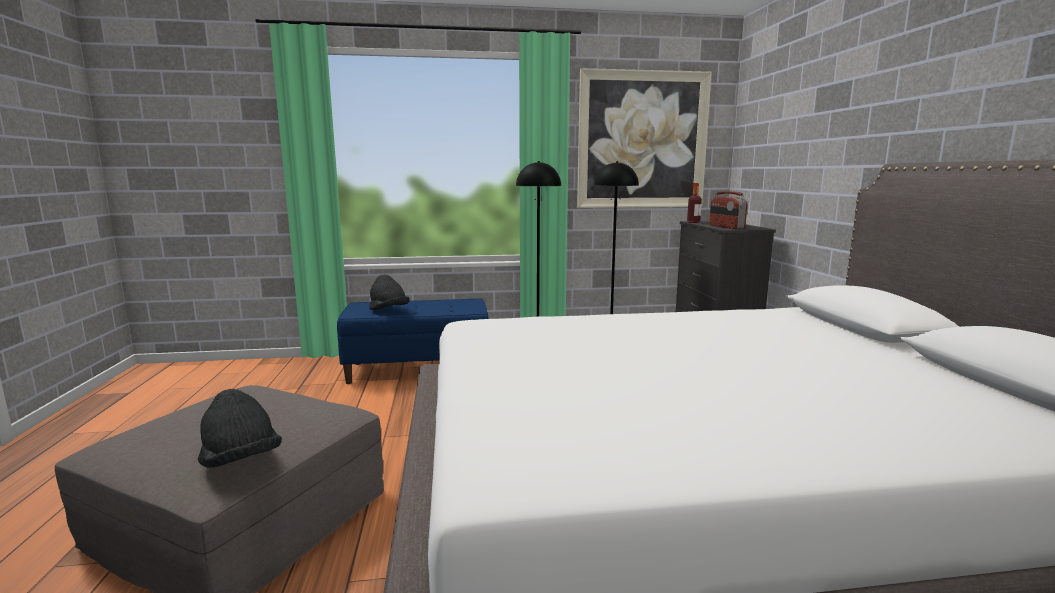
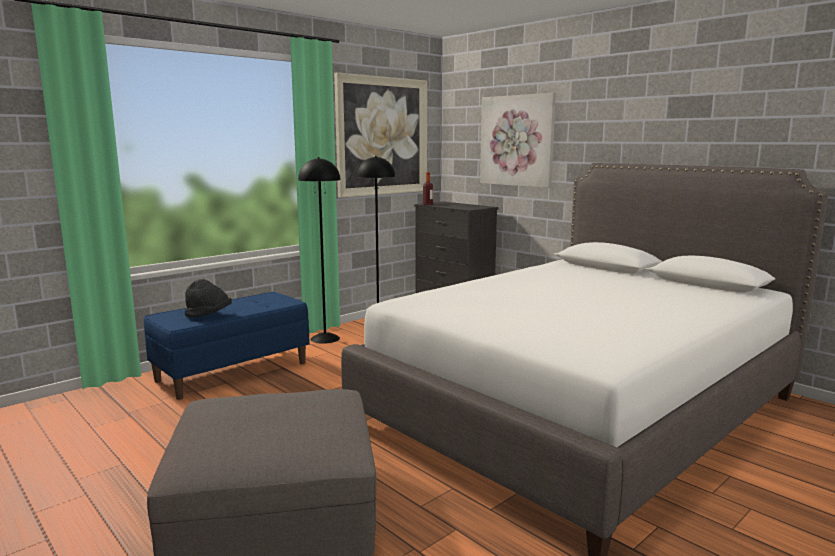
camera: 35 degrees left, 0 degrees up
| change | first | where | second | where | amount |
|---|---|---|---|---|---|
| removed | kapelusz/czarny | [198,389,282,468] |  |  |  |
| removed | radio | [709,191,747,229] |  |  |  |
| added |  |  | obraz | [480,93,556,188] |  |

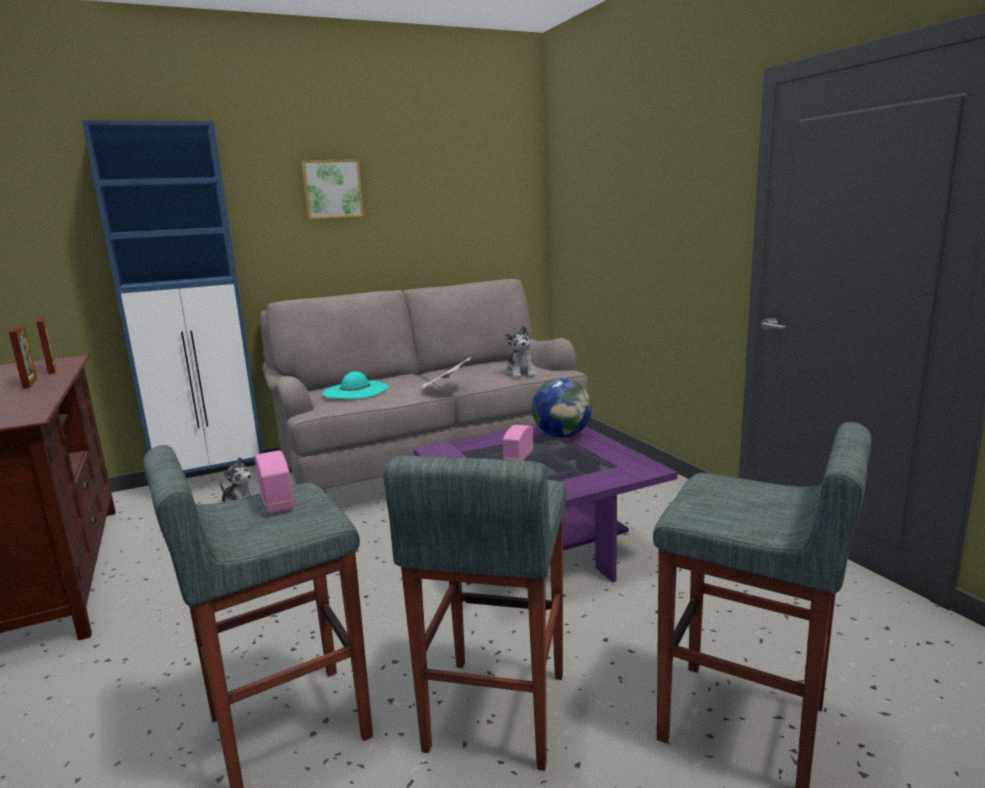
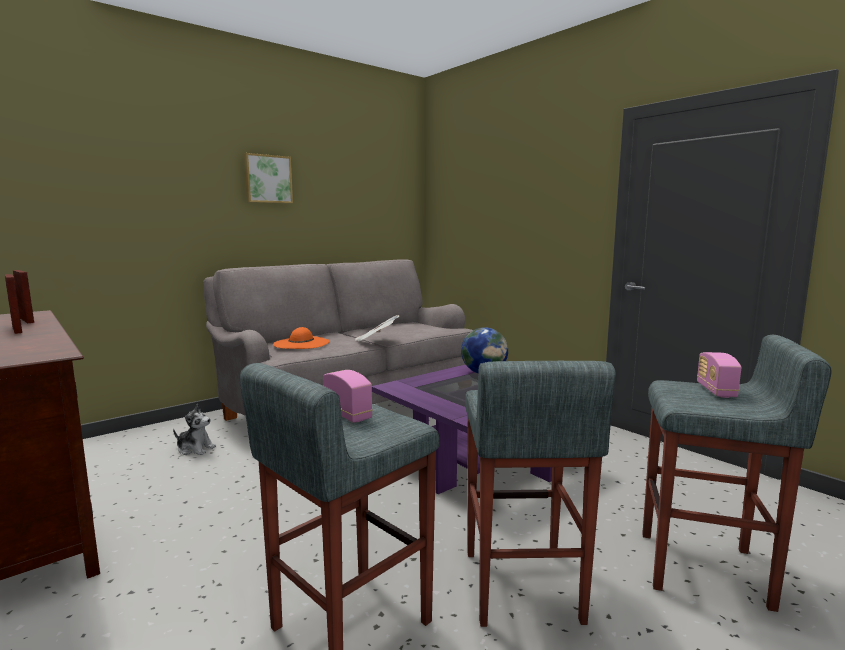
camera: 15 degrees left, 5 degrees down
| change | first | where | second | where | amount |
|---|---|---|---|---|---|
| removed | szafka/niebieski | [82,120,263,474] |  |  |  |
| removed | pluszak | [505,326,536,378] |  |  |  |
| moved | radio | [503,425,534,461] |  | [697,352,741,398] |  |
| recoloured | kapelusz/turkusowy | [322,371,389,399] | kapelusz/pomarańczowy | [273,327,330,349] |  |

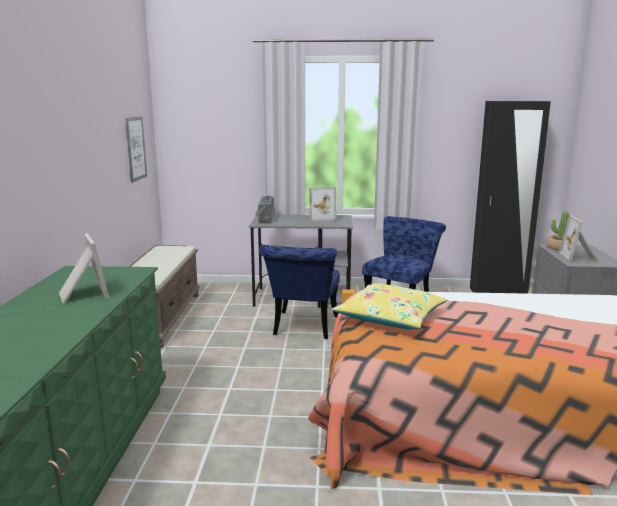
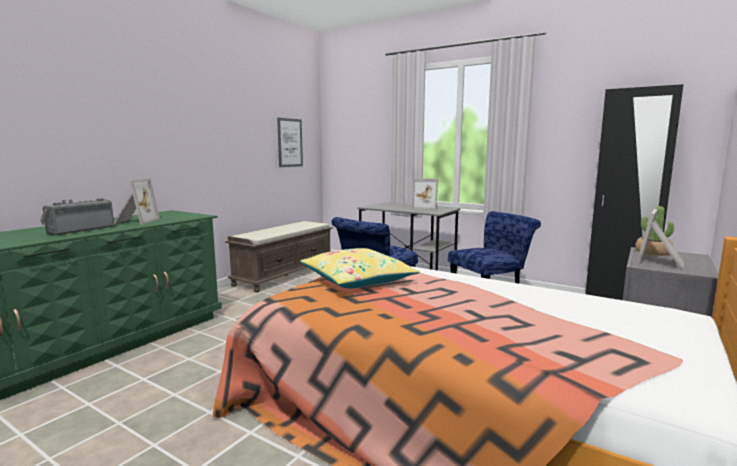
camera: 30 degrees right, 5 degrees down
| change | first | where | second | where | amount |
|---|---|---|---|---|---|
| moved | radio | [255,195,274,223] |  | [40,198,114,236] |  |

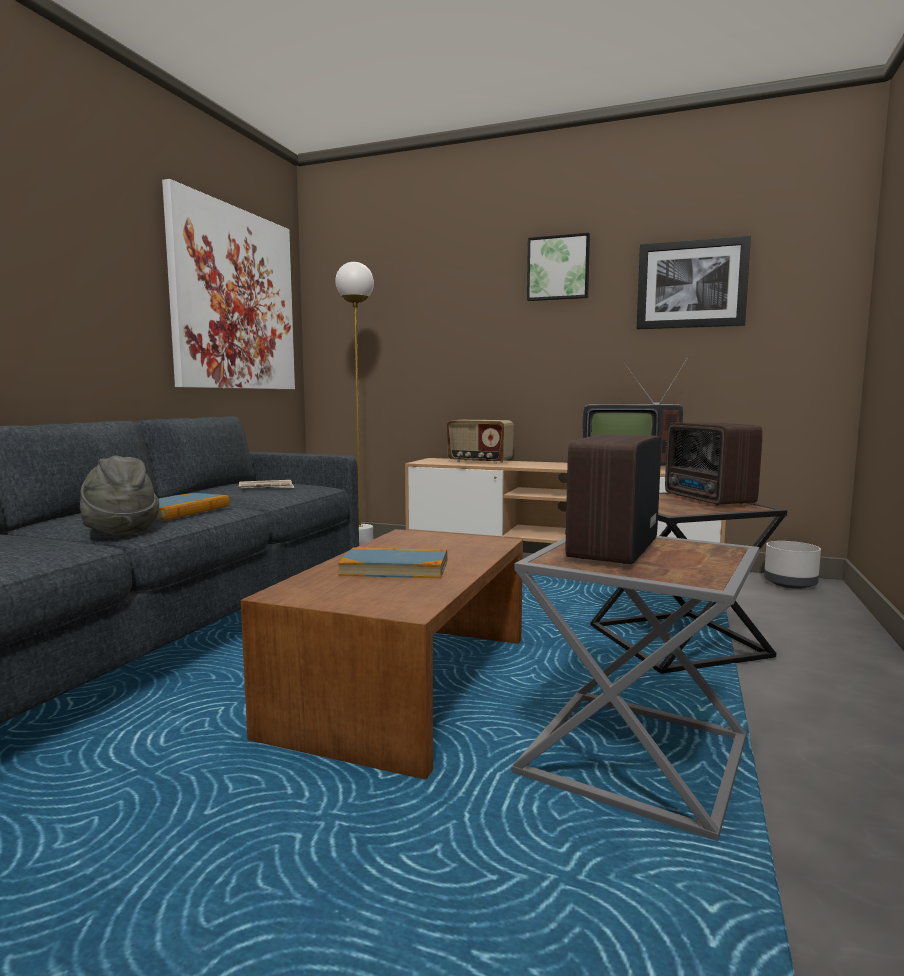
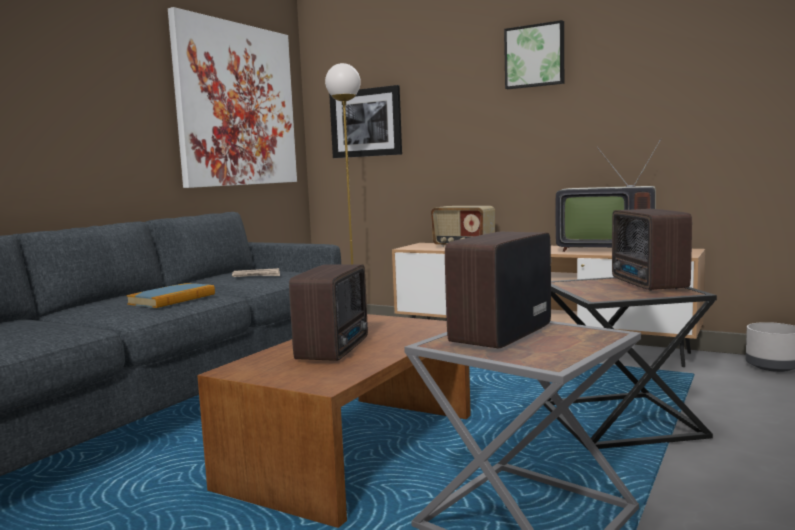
camera: 10 degrees right, 0 degrees up
| change | first | where | second | where | amount |
|---|---|---|---|---|---|
| removed | kapelusz/szary | [80,456,159,535] |  |  |  |
| moved | obraz | [637,236,751,329] |  | [329,85,402,158] |  |
| replaced | książka | [338,547,447,578] | radio | [289,264,368,361] |  |

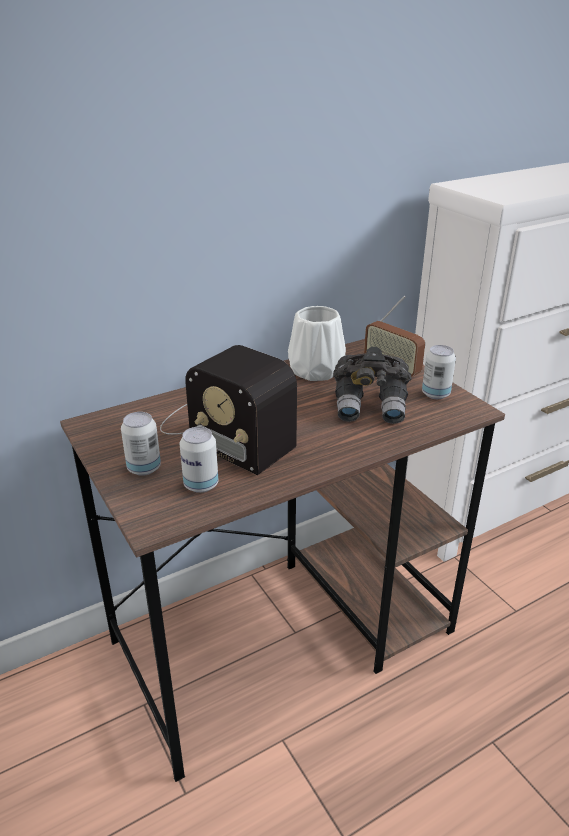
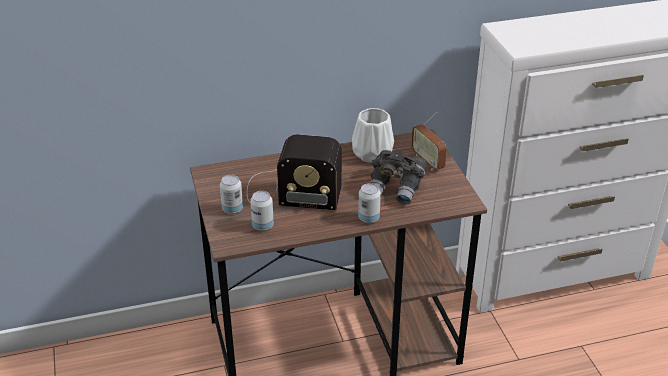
camera: 15 degrees right, 5 degrees up
| change | first | where | second | where | amount |
|---|---|---|---|---|---|
| moved | puszka | [422,345,456,399] |  | [358,183,381,223] |  |
| turned | radio | [160,345,297,475] |  | [247,135,342,210] | 45 degrees counterclockwise |

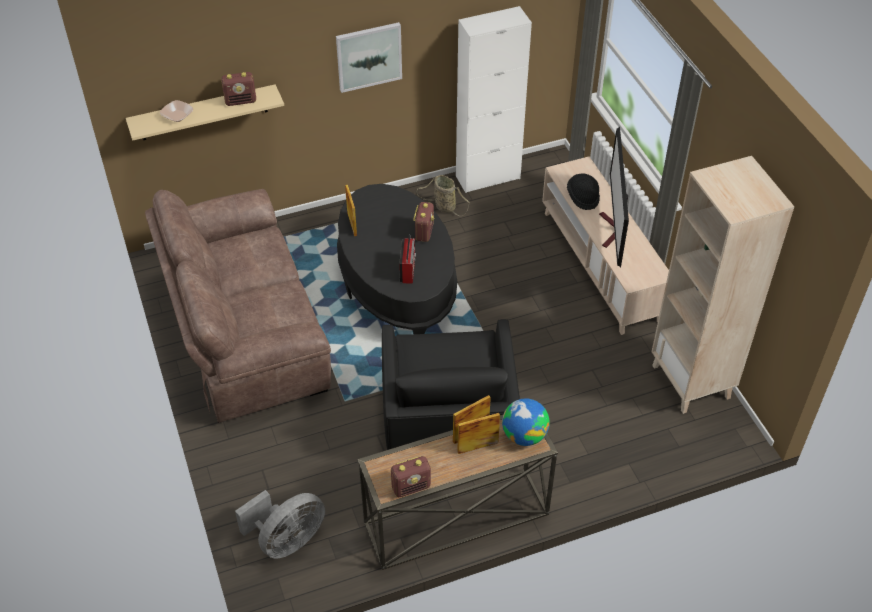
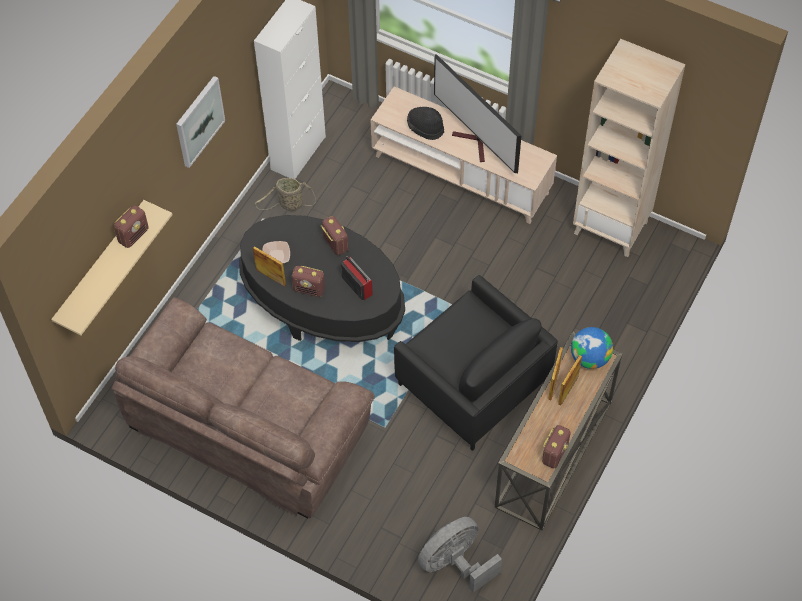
camera: 40 degrees left, 10 degrees up
| change | first | where | second | where | amount |
|---|---|---|---|---|---|
| added |  |  | radio | [292,266,325,297] |  |
| moved | miska | [160,100,194,122] |  | [262,241,290,263] |  |
| turned | wentylator/szary | [235,490,325,559] |  | [418,517,502,593] | 135 degrees counterclockwise |

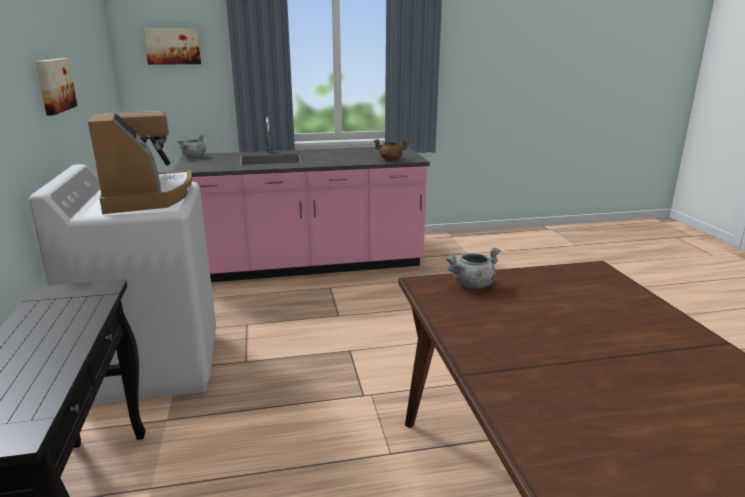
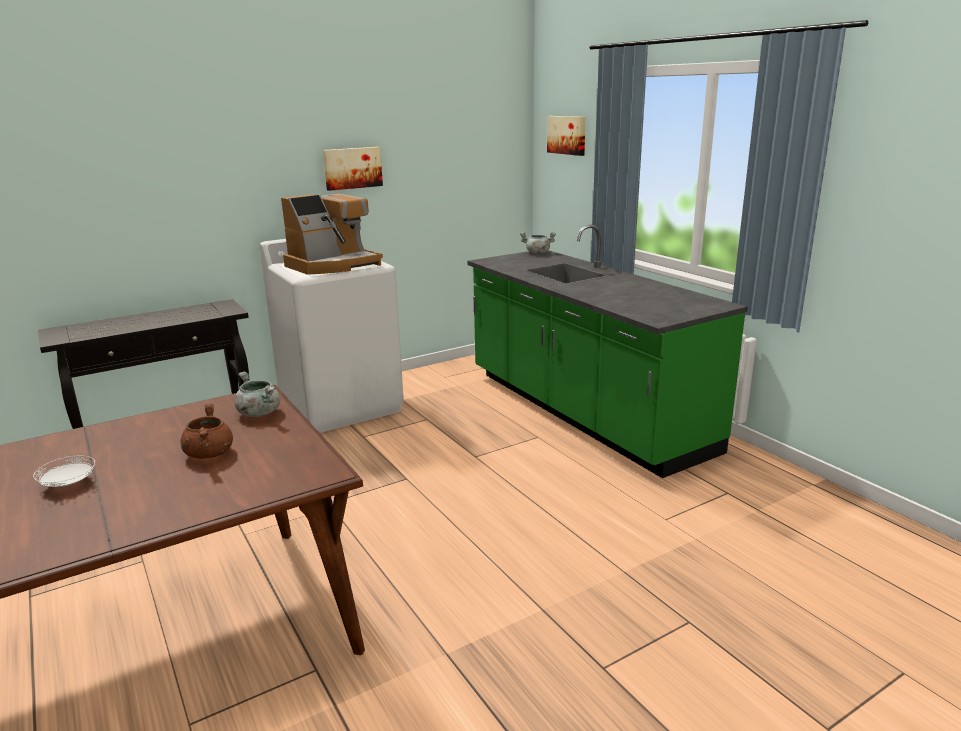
camera: 70 degrees right, 0 degrees up
| change | first | where | second | where | amount |
|---|---|---|---|---|---|
| added |  |  | talerz/biały | [33,455,95,487] |  |
| moved | garnek/brązowy | [374,139,408,161] |  | [181,404,233,459] |  |
| recoloured | zabudowa kuchenna/różowy | [173,117,430,282] | zabudowa kuchenna/zielony | [467,224,748,478] |  |

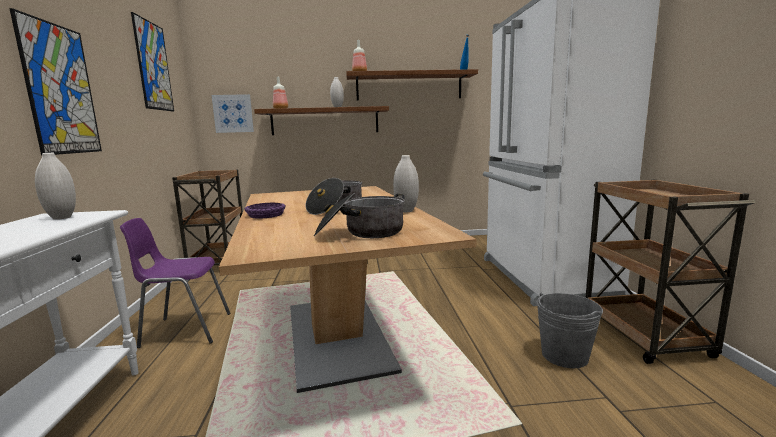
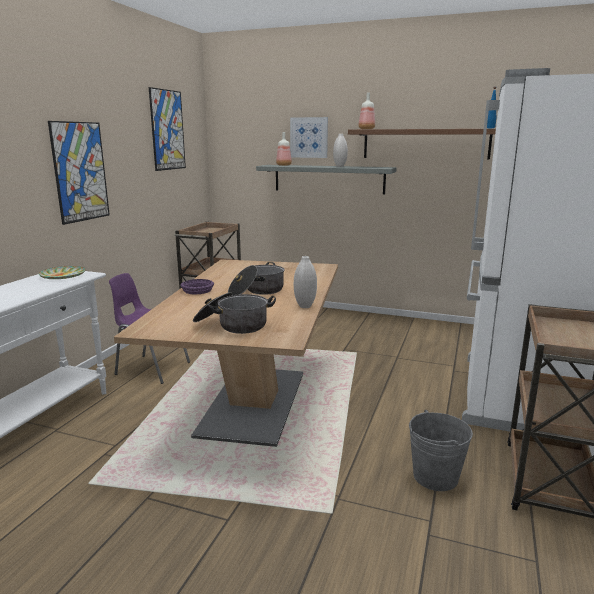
camera: 25 degrees right, 5 degrees up
| change | first | where | second | where | amount |
|---|---|---|---|---|---|
| moved | obraz | [212,94,254,133] |  | [290,117,328,158] |  |
| replaced | wazon/biały | [35,153,76,220] | talerz | [38,266,86,279] |  |
| recoloured | półka/brązowy | [254,106,389,135] | półka/szary | [256,165,397,194] |  |

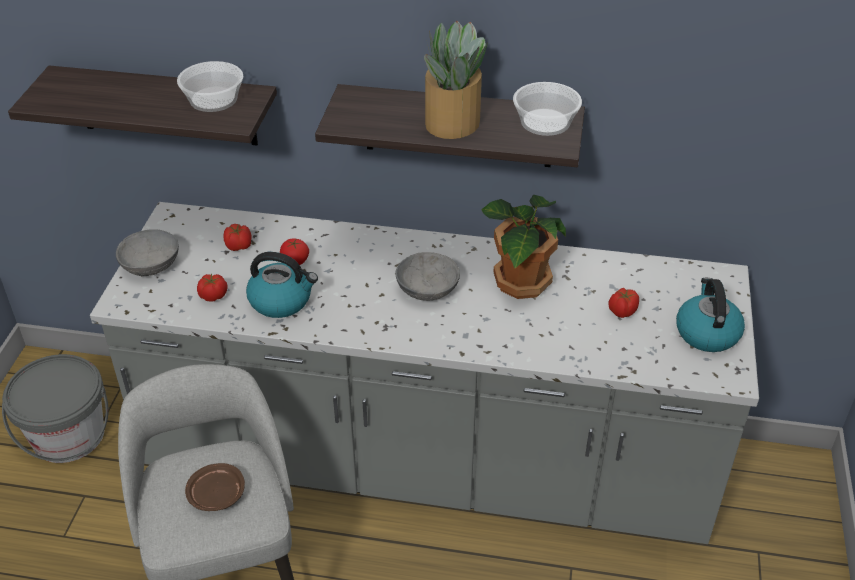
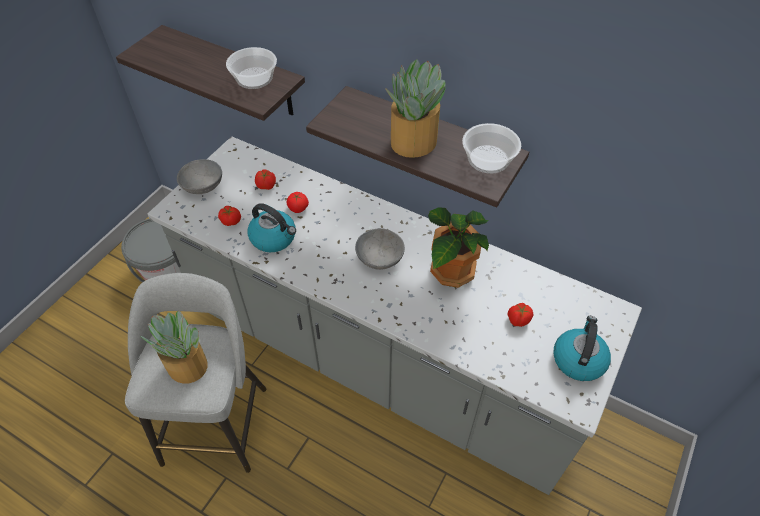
camera: 20 degrees right, 10 degrees up
| change | first | where | second | where | amount |
|---|---|---|---|---|---|
| replaced | talerz/brązowy | [185,463,245,511] | roślina doniczkowa | [140,310,208,384] |  |

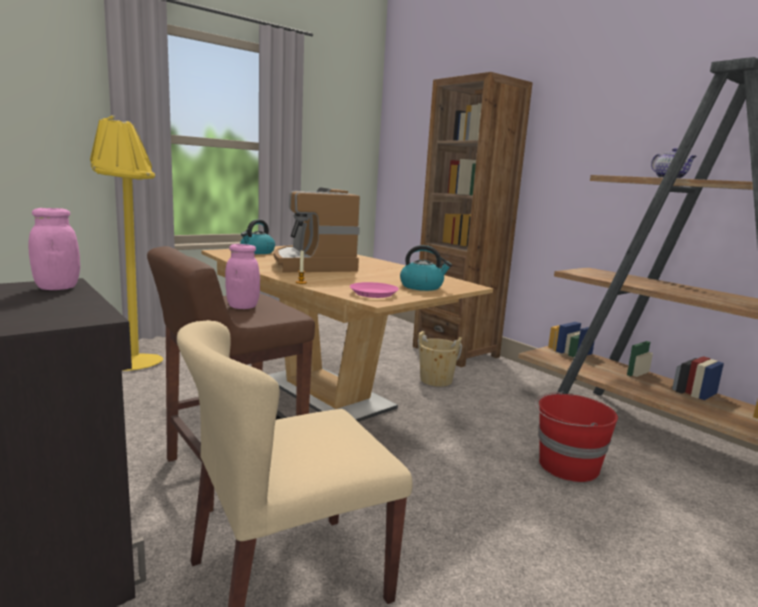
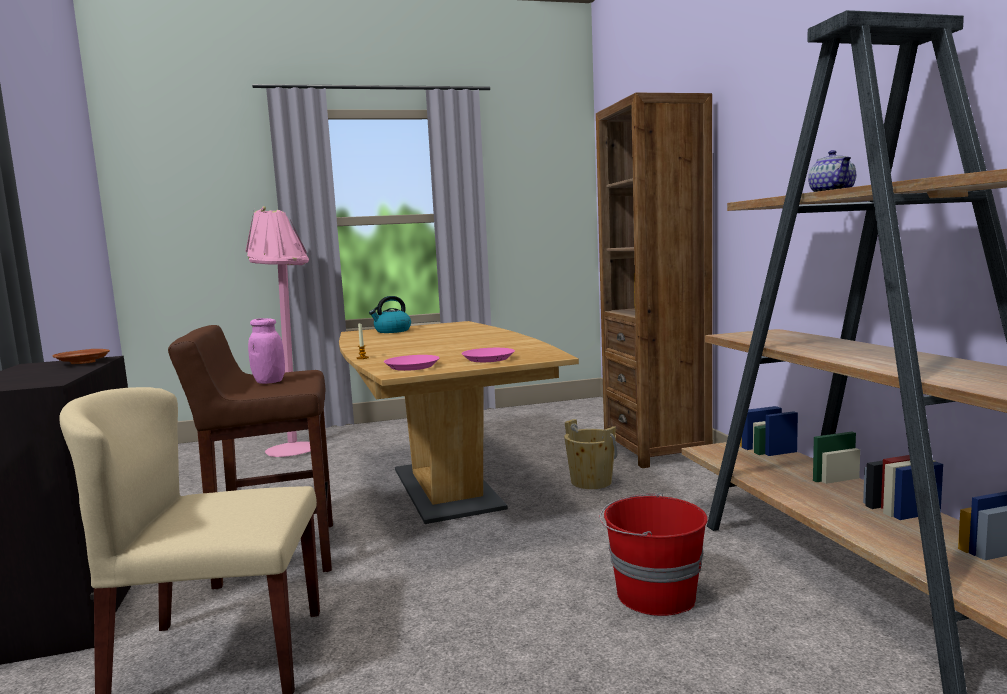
camera: 25 degrees right, 5 degrees down
| change | first | where | second | where | amount |
|---|---|---|---|---|---|
| removed | ekspres do kawy | [274,187,360,272] |  |  |  |
| replaced | słoik/różowy | [28,208,80,290] | talerz/brązowy | [53,349,110,364] |  |
| replaced | czajnik | [400,245,452,291] | talerz/różowy | [461,348,515,362] |  |
| recoloured | lampa stojąca/żółty | [90,115,163,371] | lampa stojąca/różowy | [246,206,311,457] |  |

